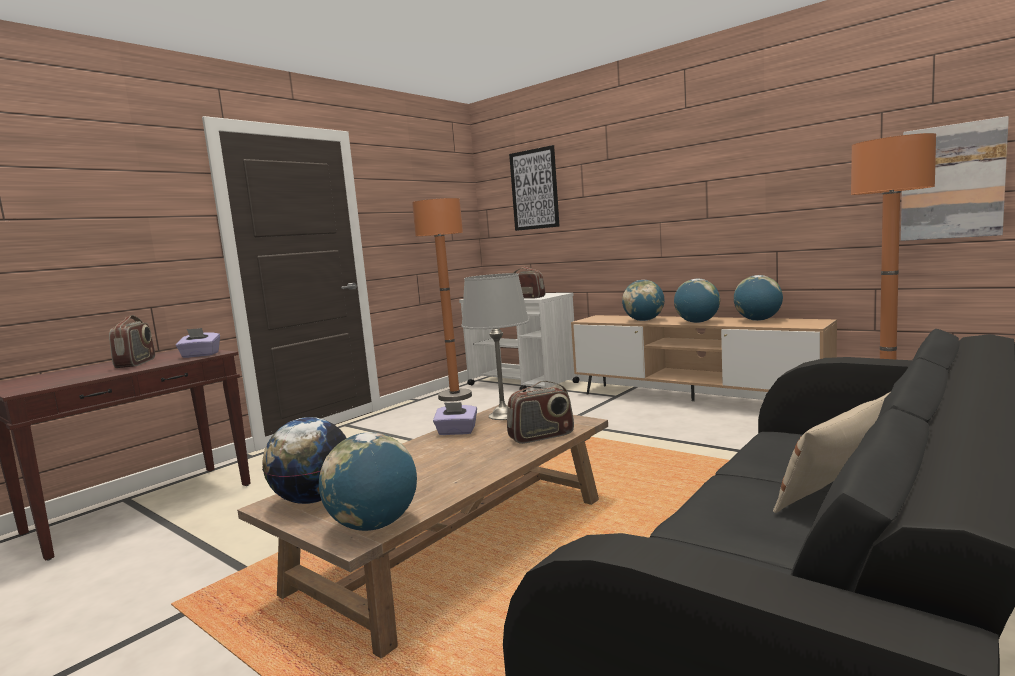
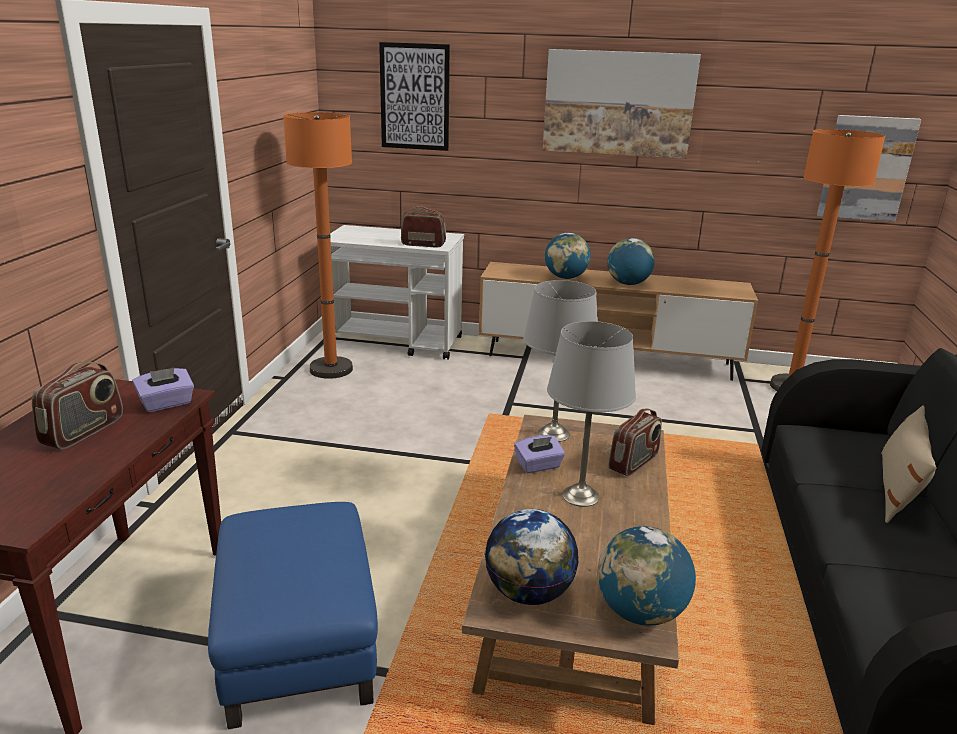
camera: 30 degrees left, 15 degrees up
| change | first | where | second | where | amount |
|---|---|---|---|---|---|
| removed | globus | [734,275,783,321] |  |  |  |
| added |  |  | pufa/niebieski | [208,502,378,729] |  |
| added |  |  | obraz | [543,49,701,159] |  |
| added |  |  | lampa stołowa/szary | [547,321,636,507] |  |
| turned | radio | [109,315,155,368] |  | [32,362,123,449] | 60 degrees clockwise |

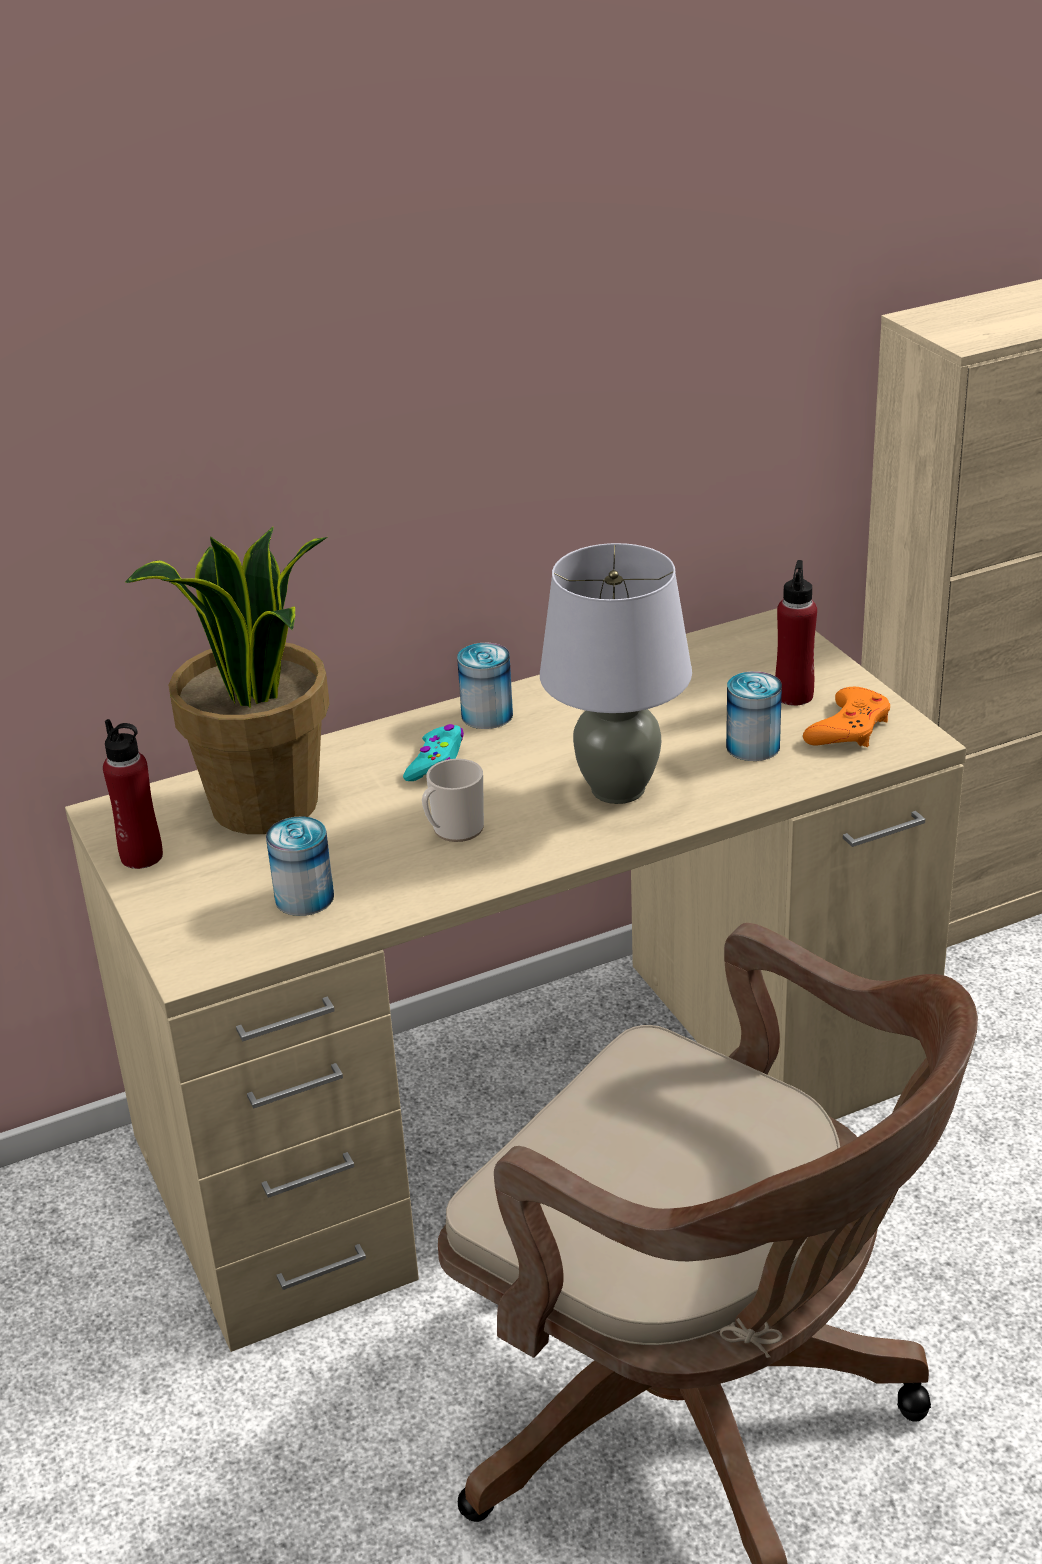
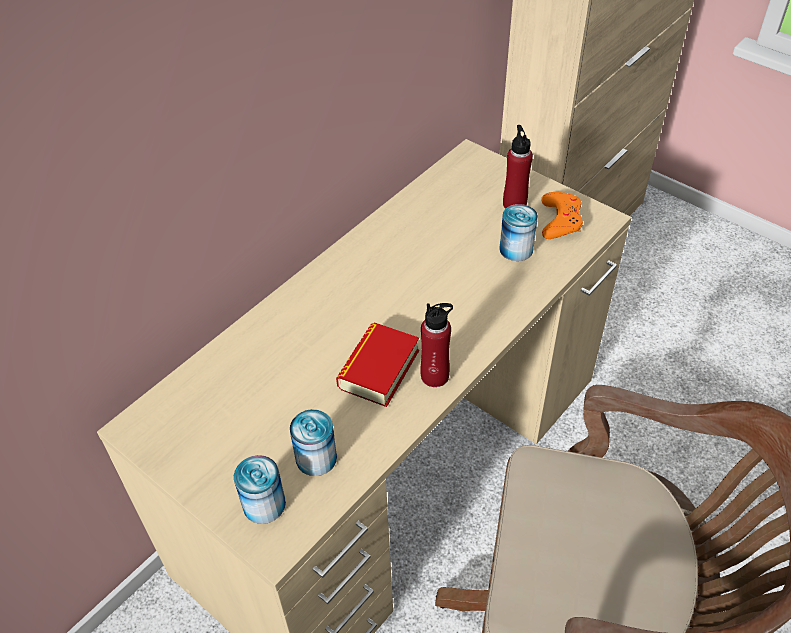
camera: 25 degrees left, 15 degrees up
| change | first | where | second | where | amount |
|---|---|---|---|---|---|
| removed | roślina doniczkowa | [125,527,330,834] |  |  |  |
| removed | pad do gier/turkusowy | [403,724,464,781] |  |  |  |
| removed | lampa stołowa/szary | [540,543,692,804] |  |  |  |
| moved | butelka/czerwony | [103,719,163,869] |  | [420,303,453,387] |  |
| moved | puszka | [457,643,513,729] |  | [234,455,286,524] |  |
| replaced | kubek | [422,759,484,842] | książka | [336,322,419,407] |  |

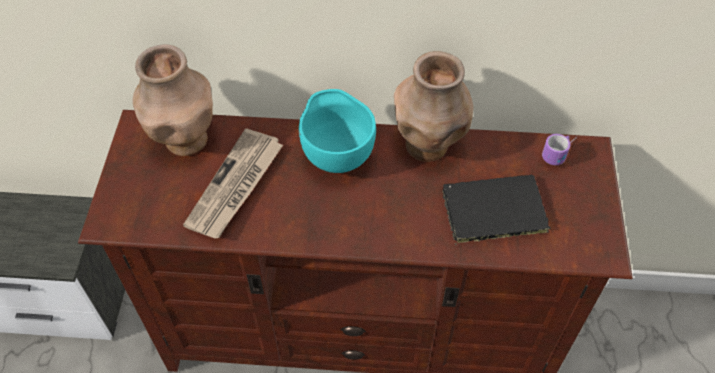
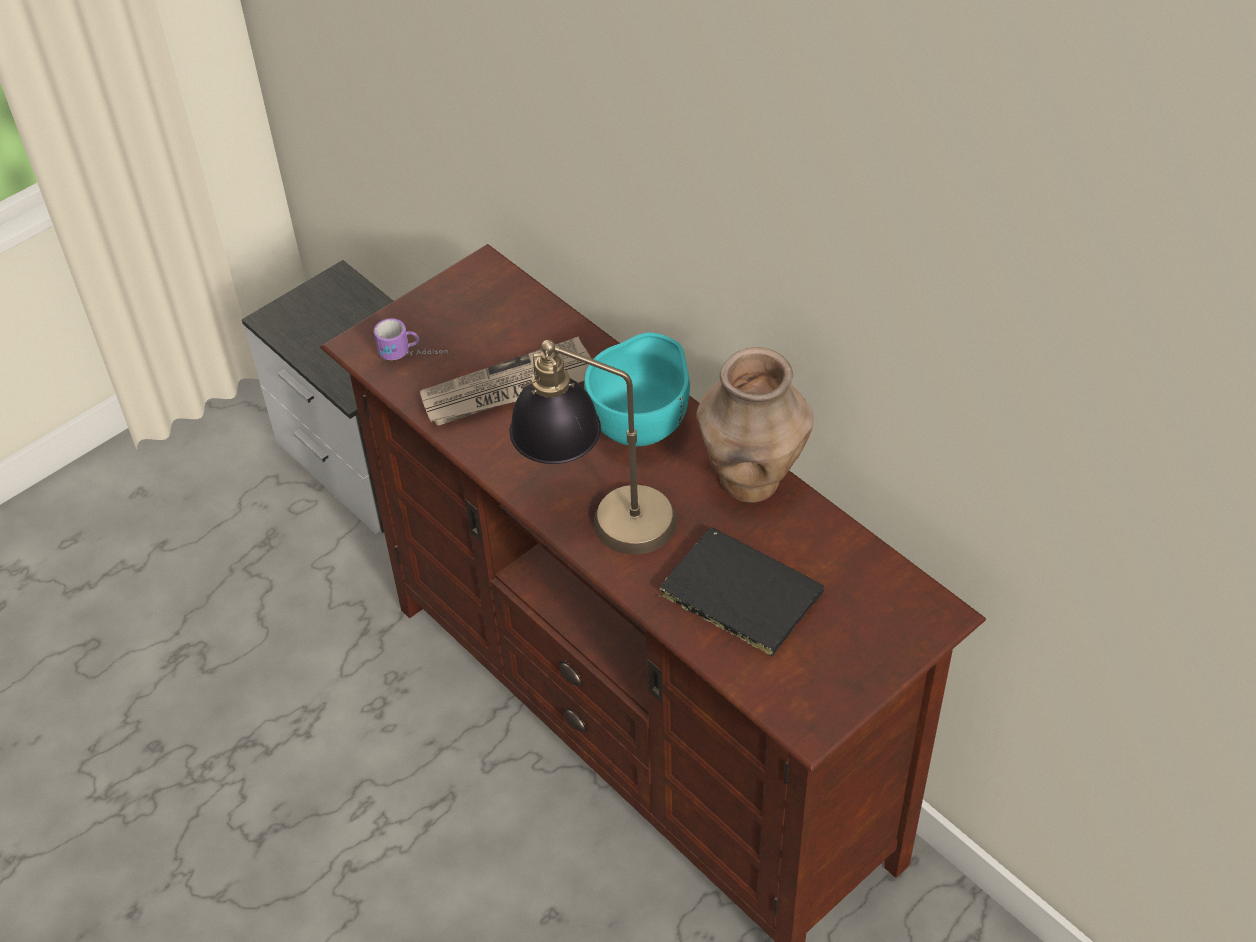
camera: 45 degrees right, 5 degrees down
| change | first | where | second | where | amount |
|---|---|---|---|---|---|
| removed | wazon/brązowy | [133,45,213,156] |  |  |  |
| added |  |  | lampa stołowa | [510,340,677,555] |  |
| moved | kubek | [542,134,577,165] |  | [374,318,448,360] |  |

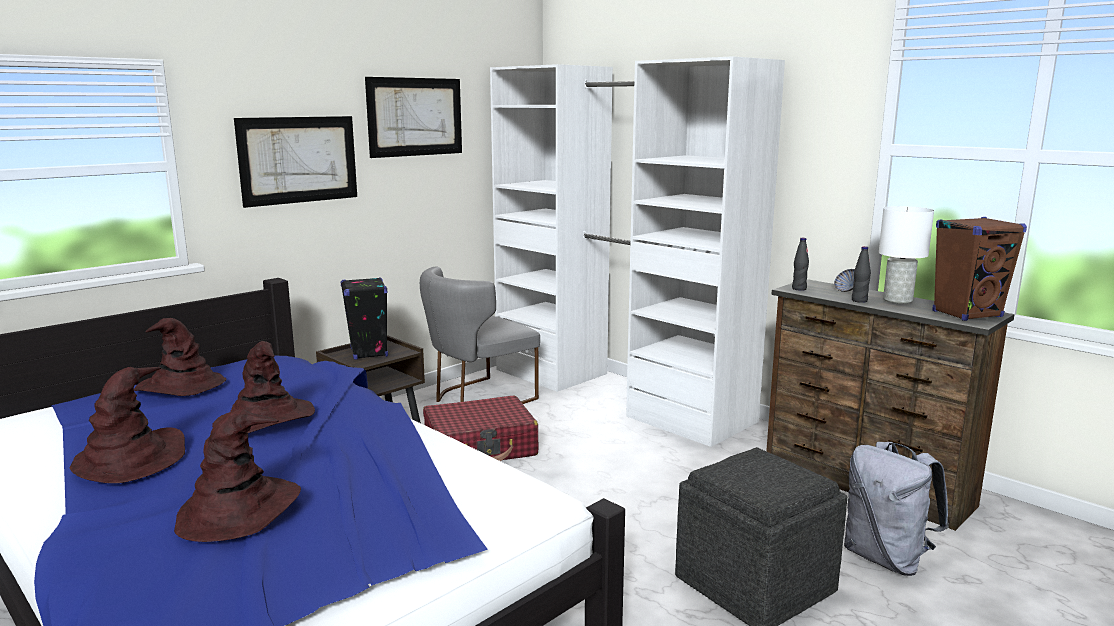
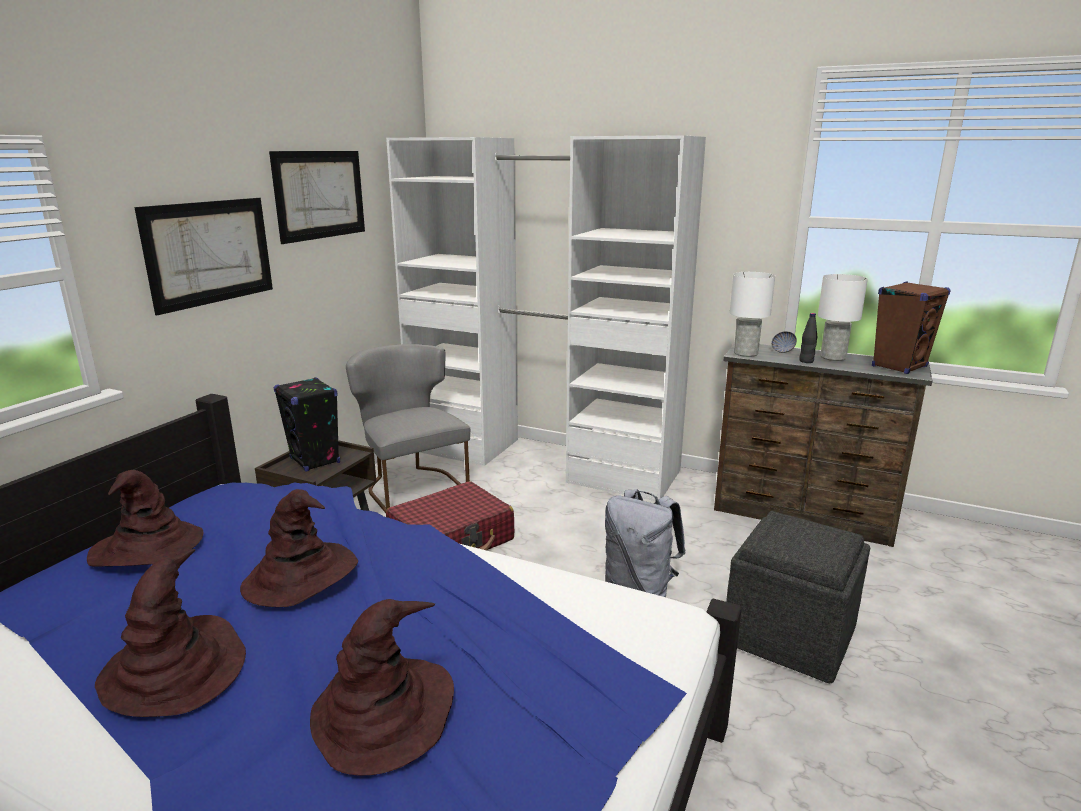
camera: 20 degrees left, 5 degrees up
| change | first | where | second | where | amount |
|---|---|---|---|---|---|
| moved | plecak/szary | [844,442,949,576] |  | [605,489,686,597] |  |
| replaced | butelka/czarny | [792,238,809,291] | lampa stołowa/biały | [730,272,775,357] |  |
| turned | krzesło/szary | [420,267,540,404] |  | [346,344,470,513] | 120 degrees clockwise |

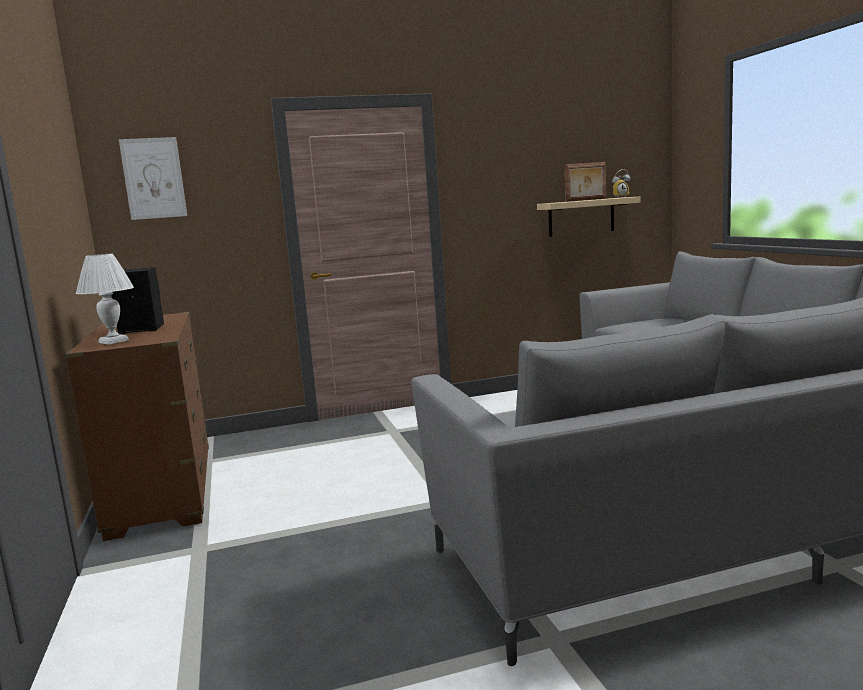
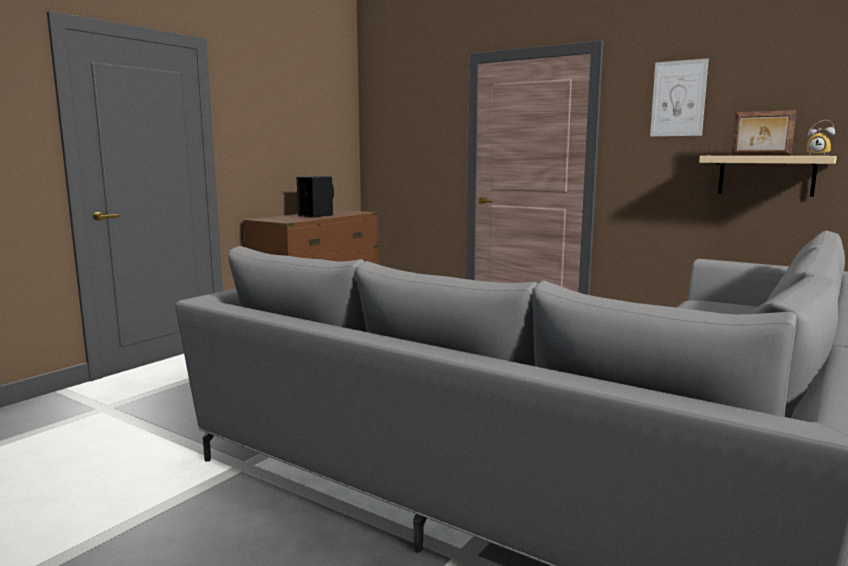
camera: 50 degrees right, 0 degrees up
| change | first | where | second | where | amount |
|---|---|---|---|---|---|
| removed | lampa stołowa/biały | [76,253,134,345] |  |  |  |
| moved | obraz | [119,137,187,220] |  | [650,58,709,136] |  |

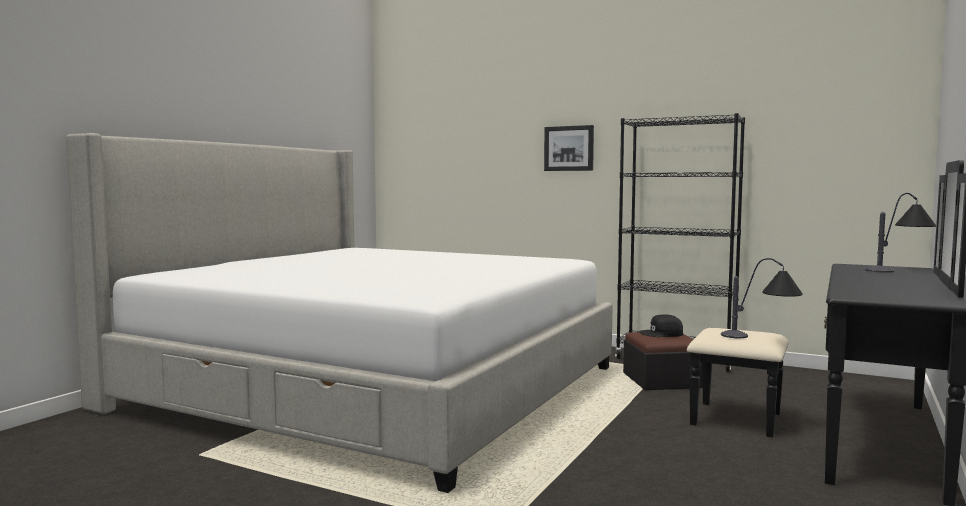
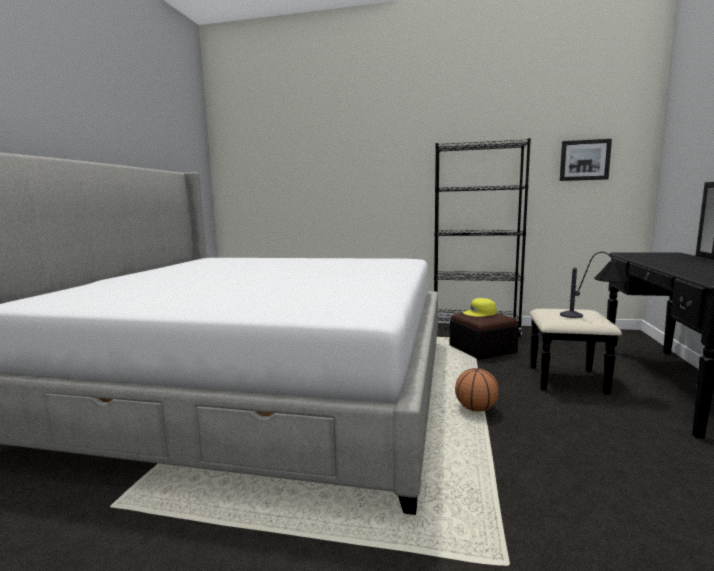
camera: 15 degrees left, 5 degrees up
| change | first | where | second | where | amount |
|---|---|---|---|---|---|
| removed | lampa stołowa | [865,193,936,273] |  |  |  |
| added |  |  | piłka do koszykówki | [455,368,499,412] |  |
| moved | obraz | [544,125,594,171] |  | [559,139,612,181] |  |
| recoloured | czapka z daszkiem/czarny | [639,314,683,337] | czapka z daszkiem/żółty | [463,298,497,317] |  |

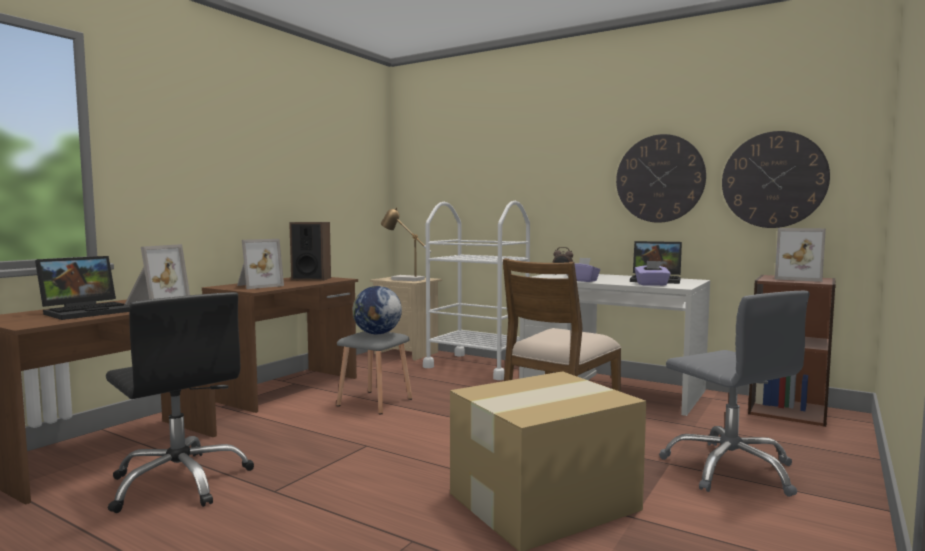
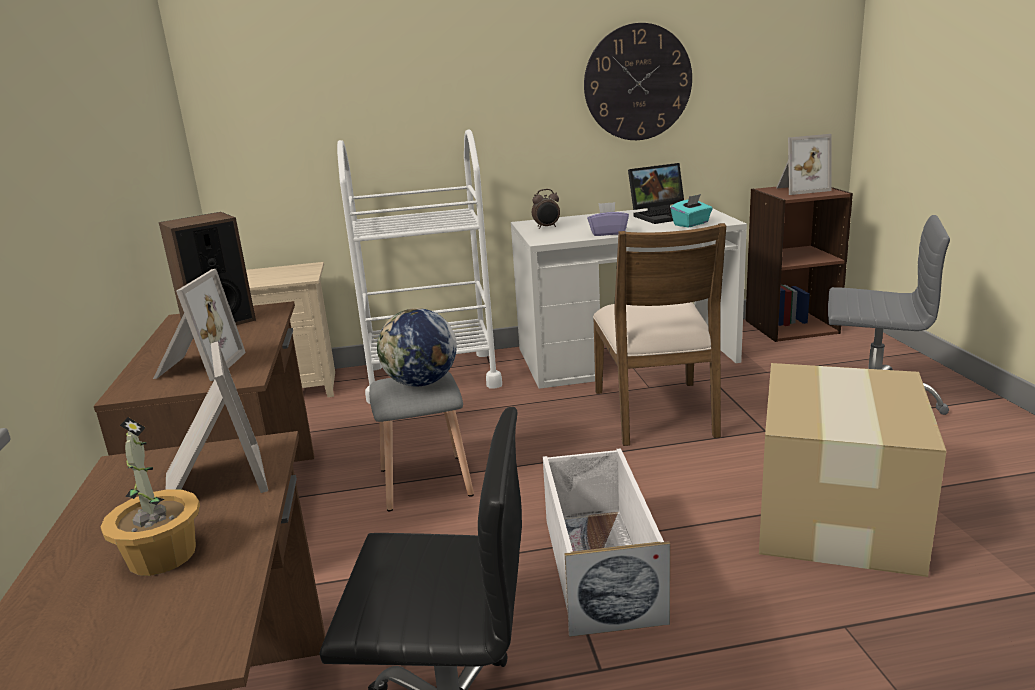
camera: 40 degrees left, 15 degrees up
| change | first | where | second | where | amount |
|---|---|---|---|---|---|
| removed | lampa stołowa | [381,207,432,281] |  |  |  |
| removed | zegar ścienny | [722,131,830,228] |  |  |  |
| added |  |  | pojemnik do przechowywania/biały | [543,448,670,637] |  |
| replaced | laptop | [35,256,130,320] | roślina doniczkowa | [101,417,200,576] |  |
| recoloured | pudełko chusteczek/fioletowy | [635,261,671,286] | pudełko chusteczek/turkusowy | [671,194,713,227] |  |

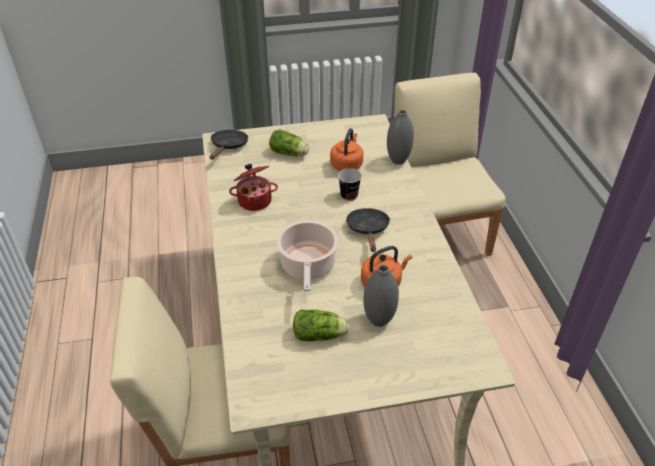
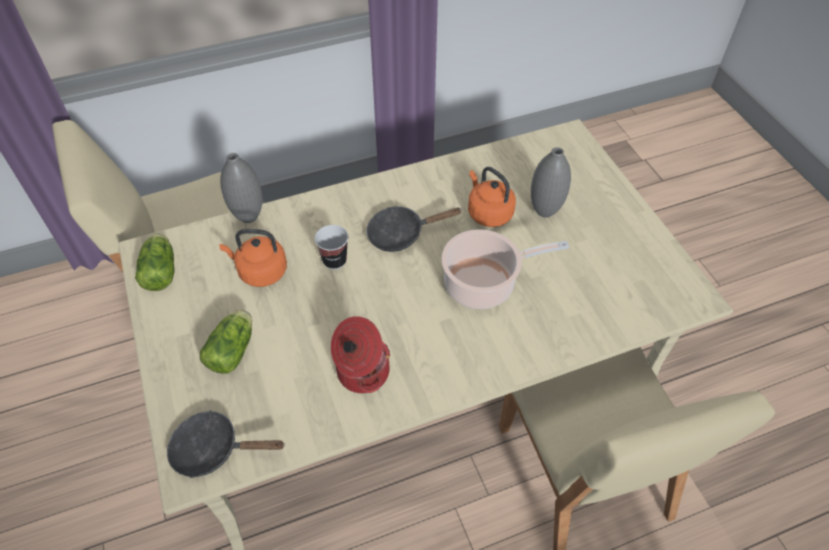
camera: 100 degrees left, 10 degrees up
| change | first | where | second | where | amount |
|---|---|---|---|---|---|
| moved | sałata | [293,310,350,341] |  | [135,233,175,291] |  |

